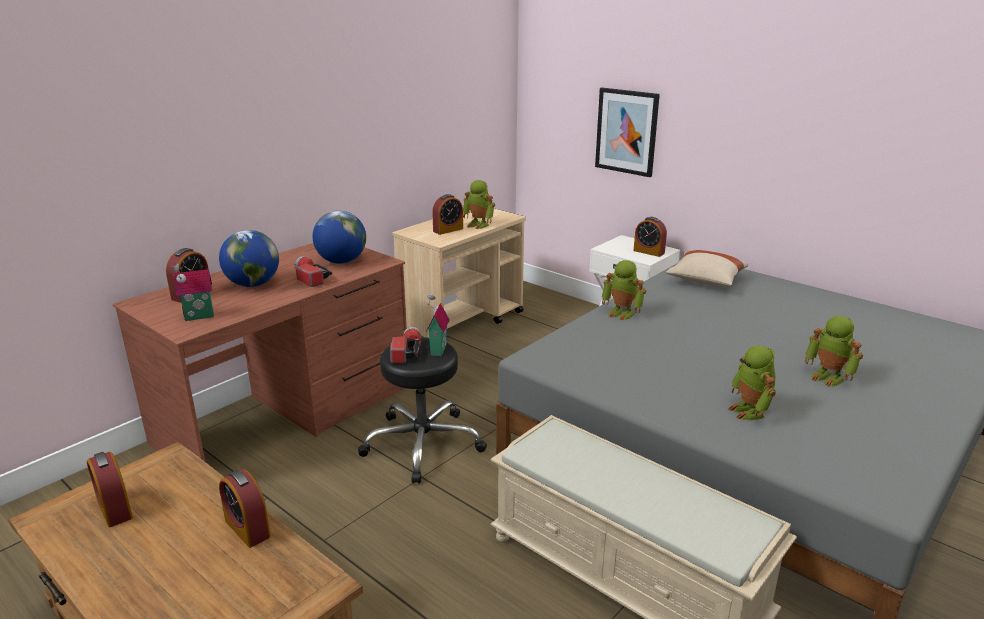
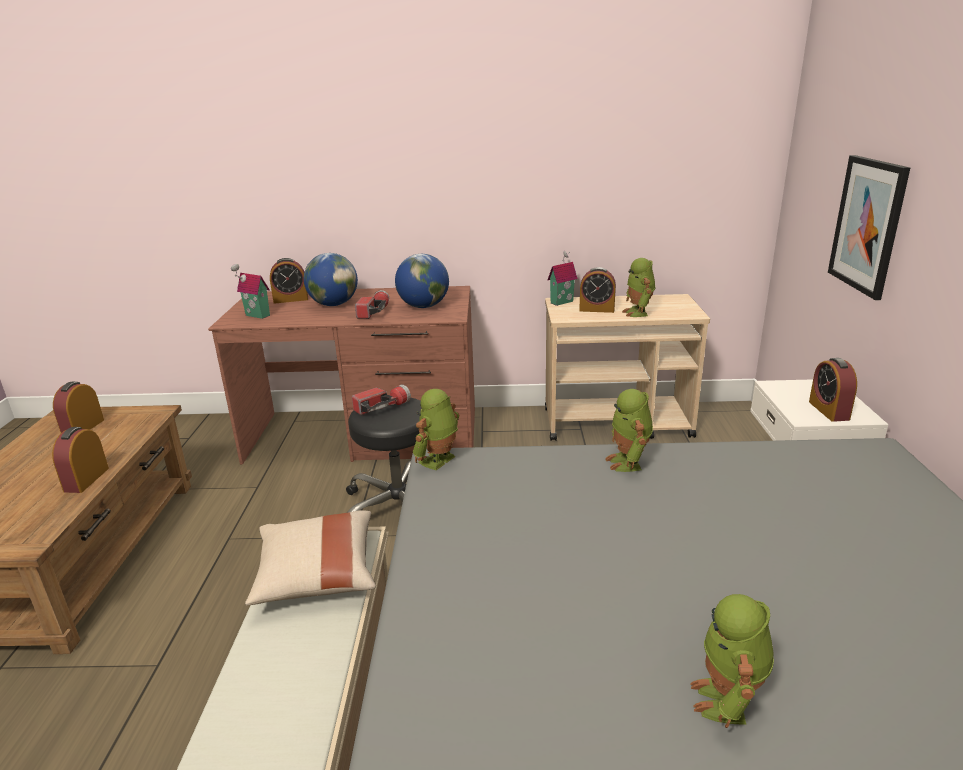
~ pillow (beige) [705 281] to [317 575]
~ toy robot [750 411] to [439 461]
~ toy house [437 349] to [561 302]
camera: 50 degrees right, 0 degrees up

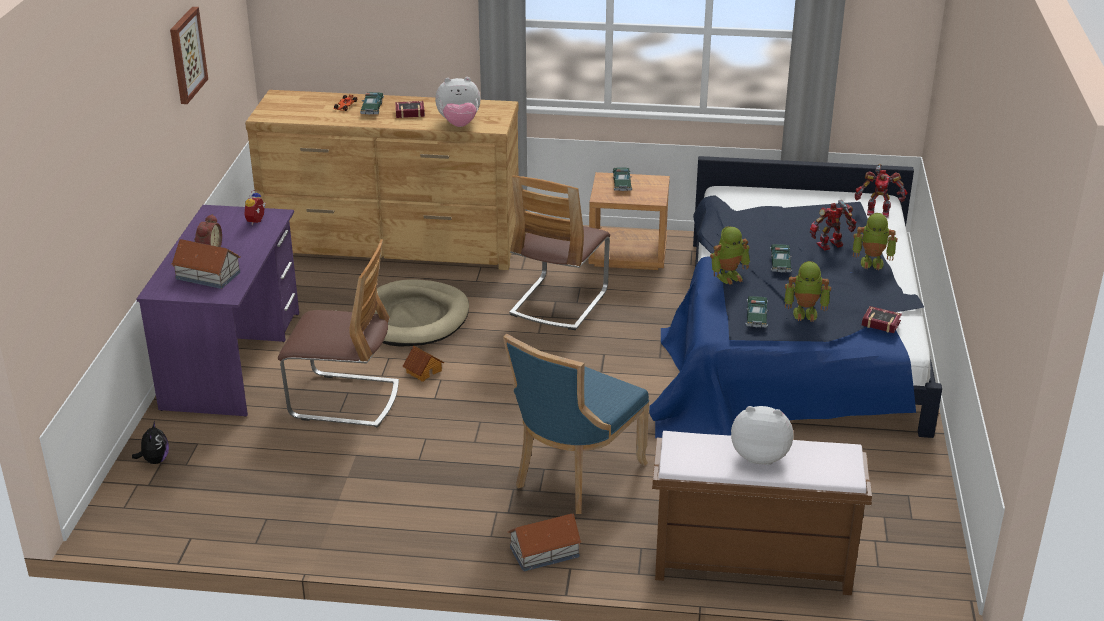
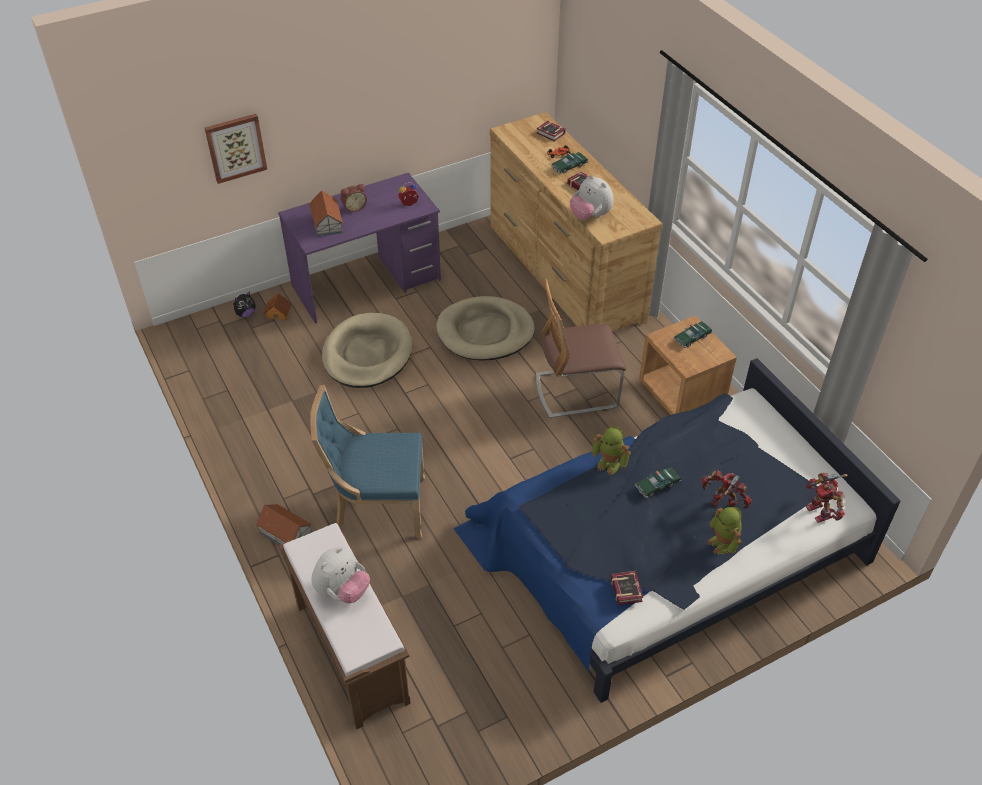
~ picture [186 55] to [235 147]
~ toy house [423 371] to [278 313]
~ plush toy [760 455] = [342 591] 60 degrees clockwise
~ chair [344 400] to dog bed (beige) [367 354]
+ book [551 134]
- toy car [756 317]
- toy robot [805 313]
camera: 55 degrees right, 15 degrees up

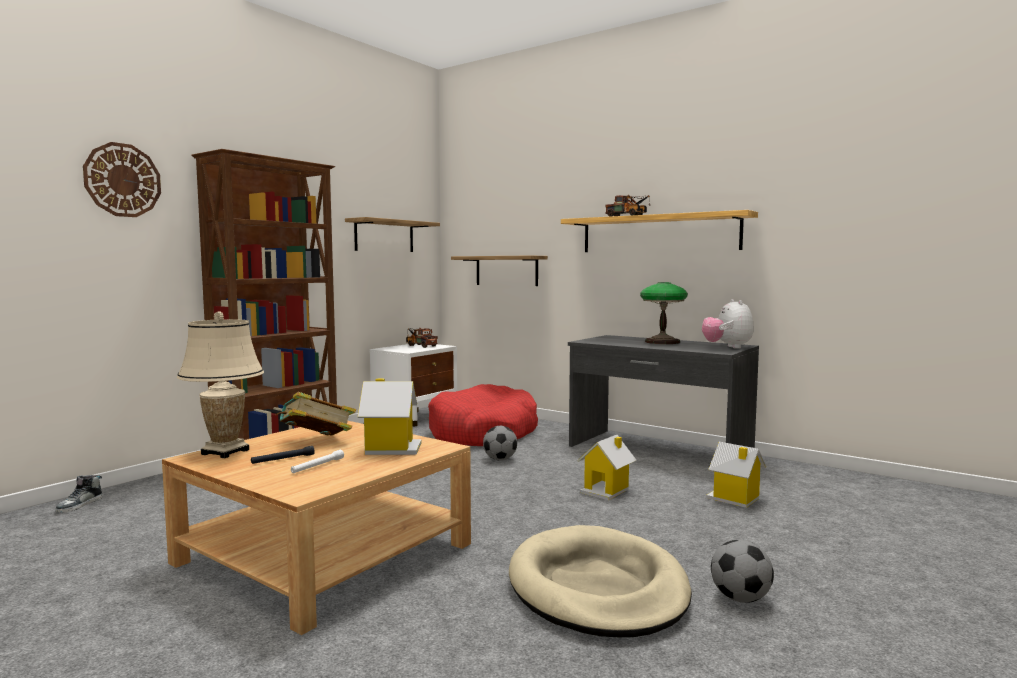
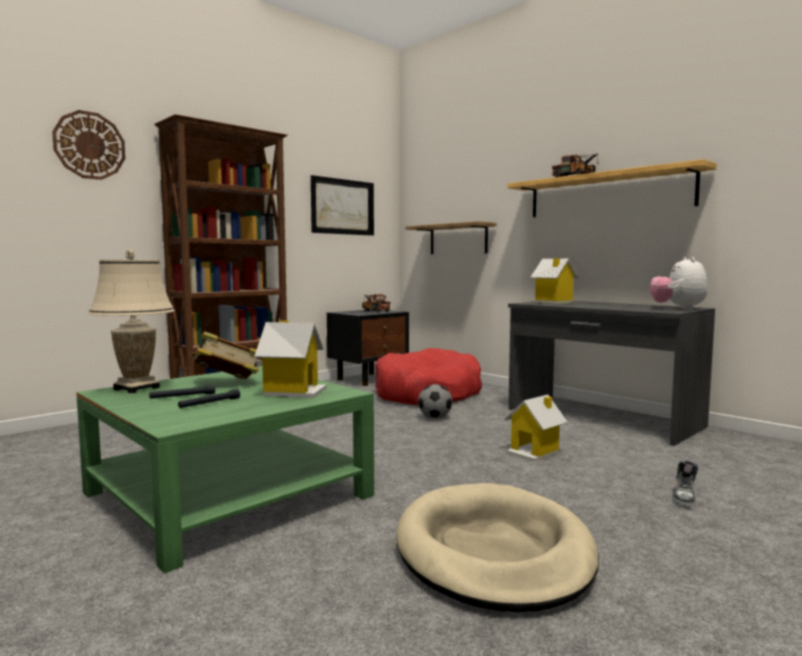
~ coffee table (beige) [324 553] to coffee table (green) [227 494]
~ flashlight (white) [317 466] to flashlight (black) [209 403]
~ shelf [384 236] to picture [342 207]
~ nightstand (white) [415 418] to nightstand (black) [369 379]
~ toy house [734 499] to [552 302]
~ shoe [80 505] to [684 497]
- table lamp [662 342]
- football [741 598]
camera: 10 degrees right, 0 degrees up

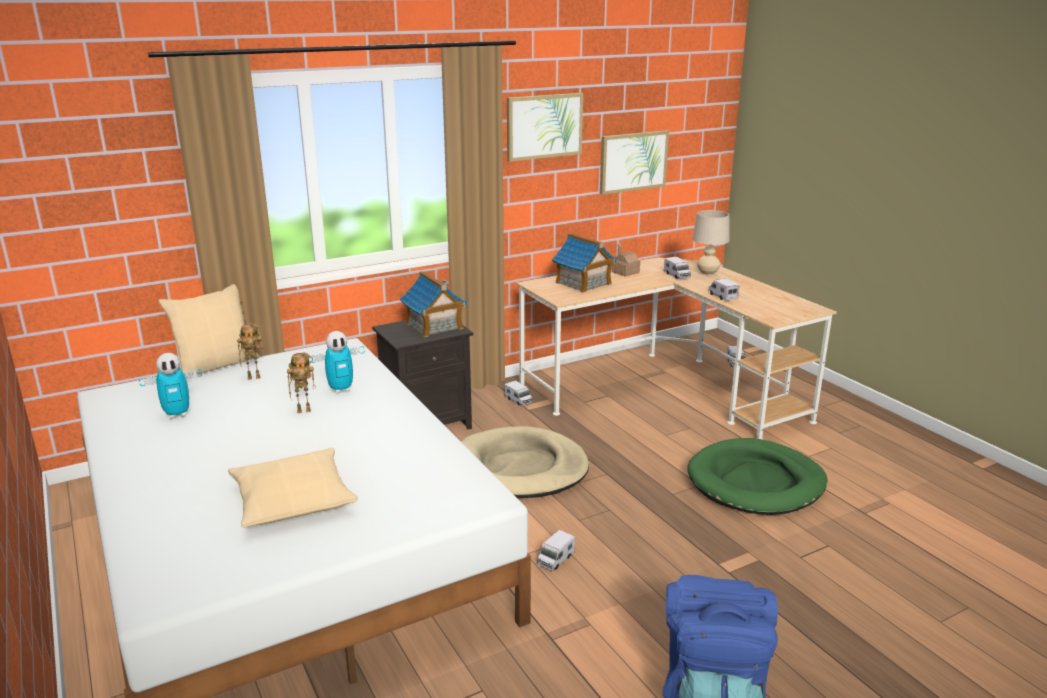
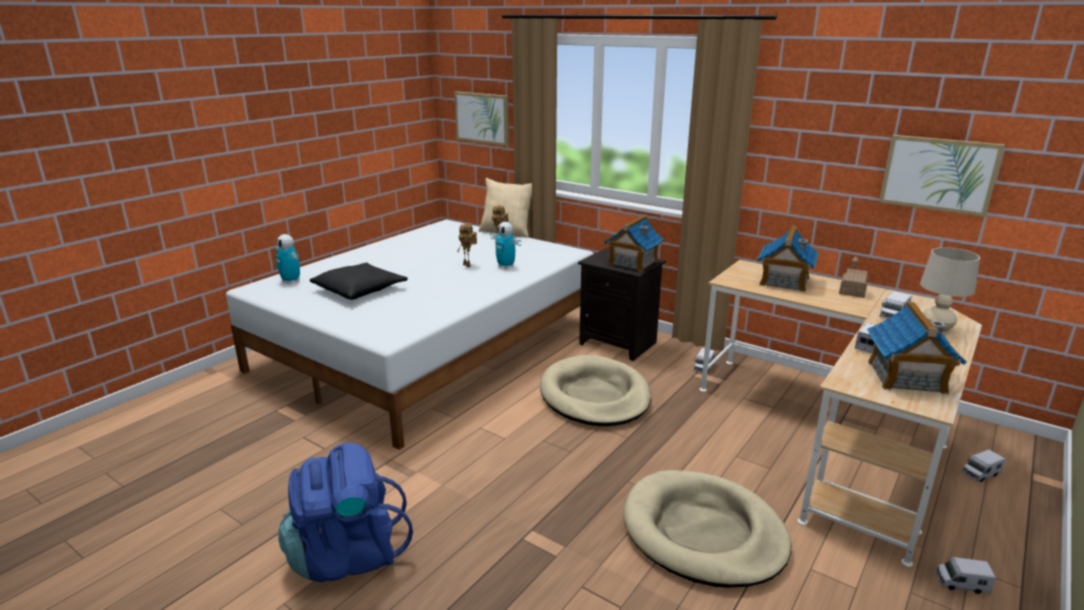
~ toy robot [177 414] to [291 281]
~ pillow (beige) [293 499] to pillow (black) [360 289]
~ picture [544 126] to [482 118]
~ dog bed (green) [756 482] to dog bed (beige) [703 533]
+ toy house [906 377]
~ toy truck [555 559] to [961 584]
camera: 65 degrees right, 0 degrees up

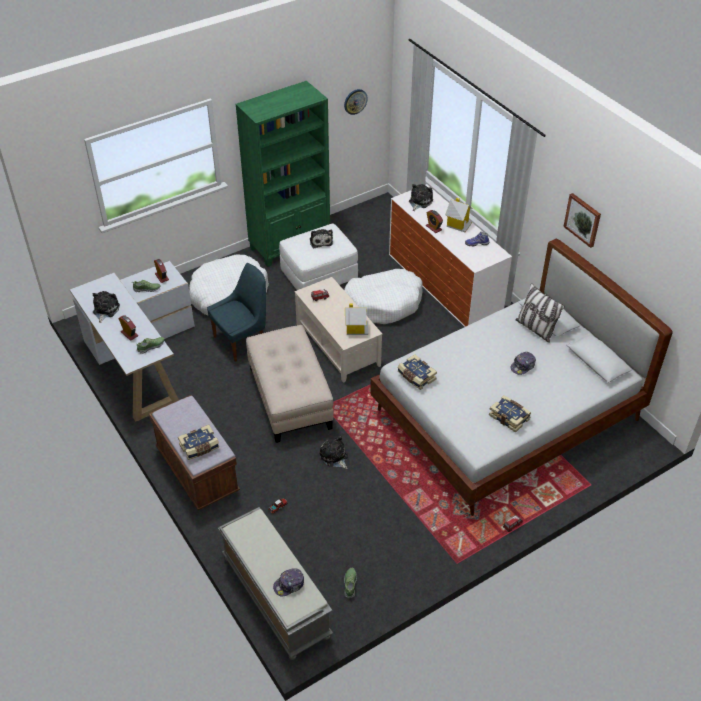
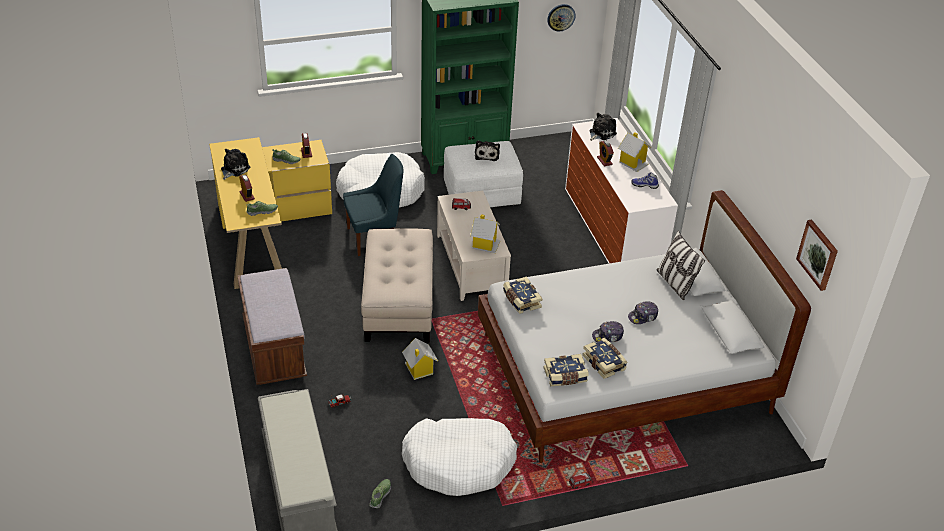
~ desk (white) [140 359] to desk (yellow) [265 232]
~ plush toy [334 457] to toy house [419 370]
~ dog bed (white) [383 303] to [459 463]
~ book [199 447] to [565 376]
~ cap [289 585] to [608 336]
~ picture [583 219] to [818 254]
camera: 15 degrees right, 5 degrees down

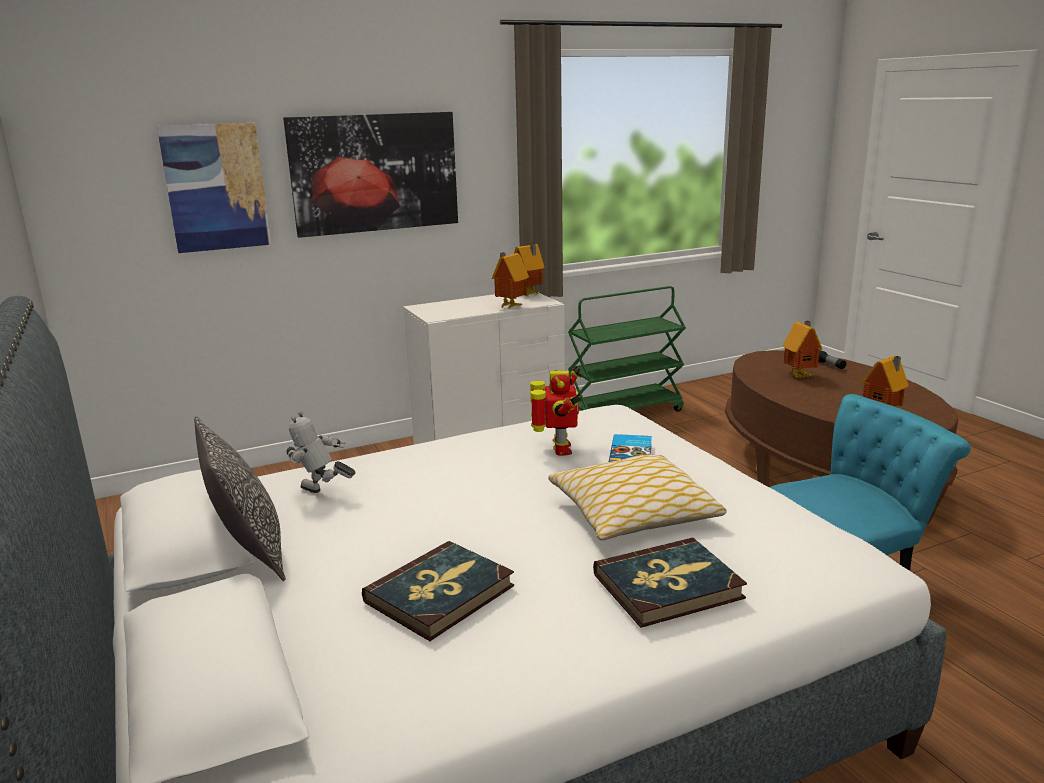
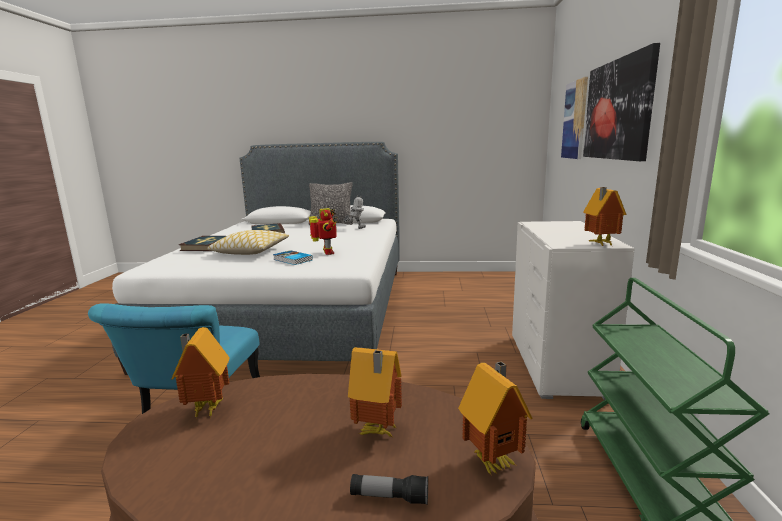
~ toy robot [559 449] = [327 253] 135 degrees counterclockwise
~ toy house [509 307] to [494 461]
camera: 120 degrees right, 5 degrees down

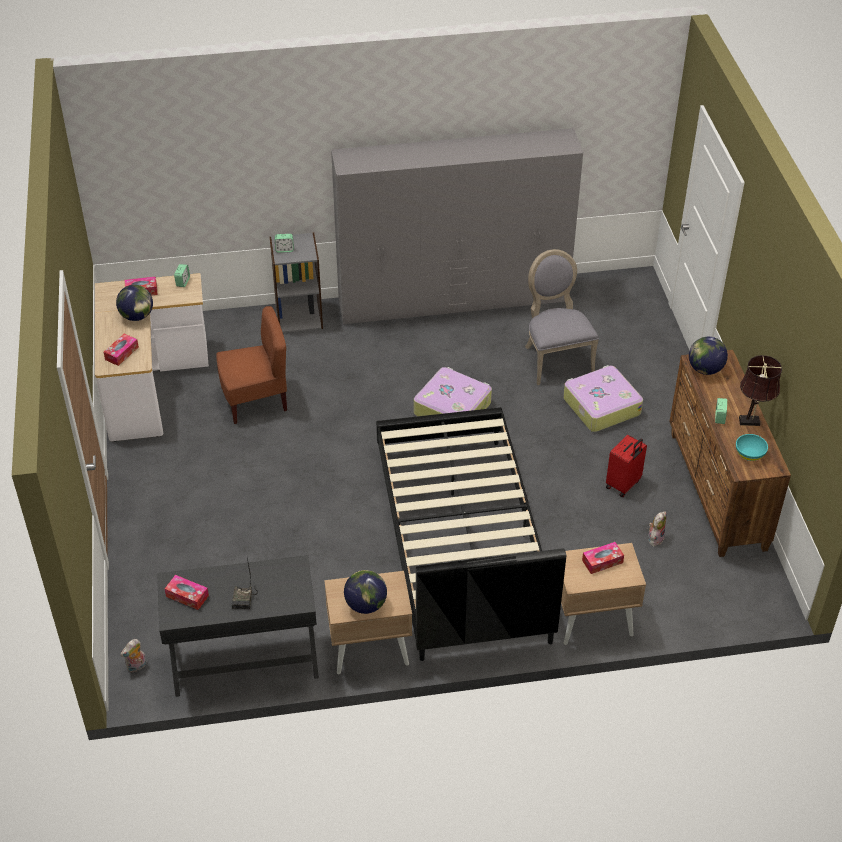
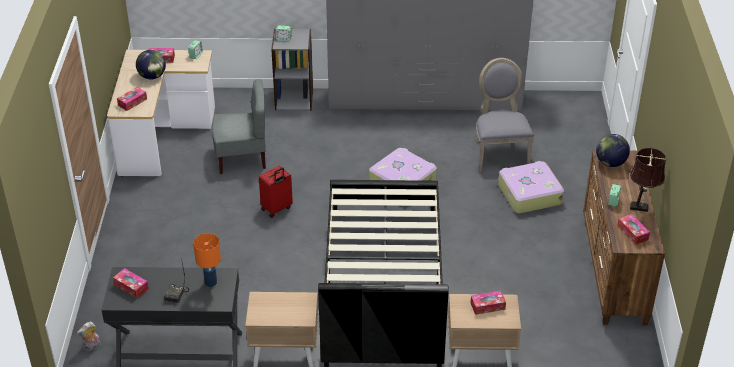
+ table lamp (orange) [210 282]
~ chair (brown) [255 400] to chair (grey) [242 158]
~ suitcase (red) [623 485] to [277 209]
~ bowl (turquoise) [749 454] to tissue box [632 233]
- globe [365 605]
- plush toy [655 538]
camera: 10 degrees right, 5 degrees down

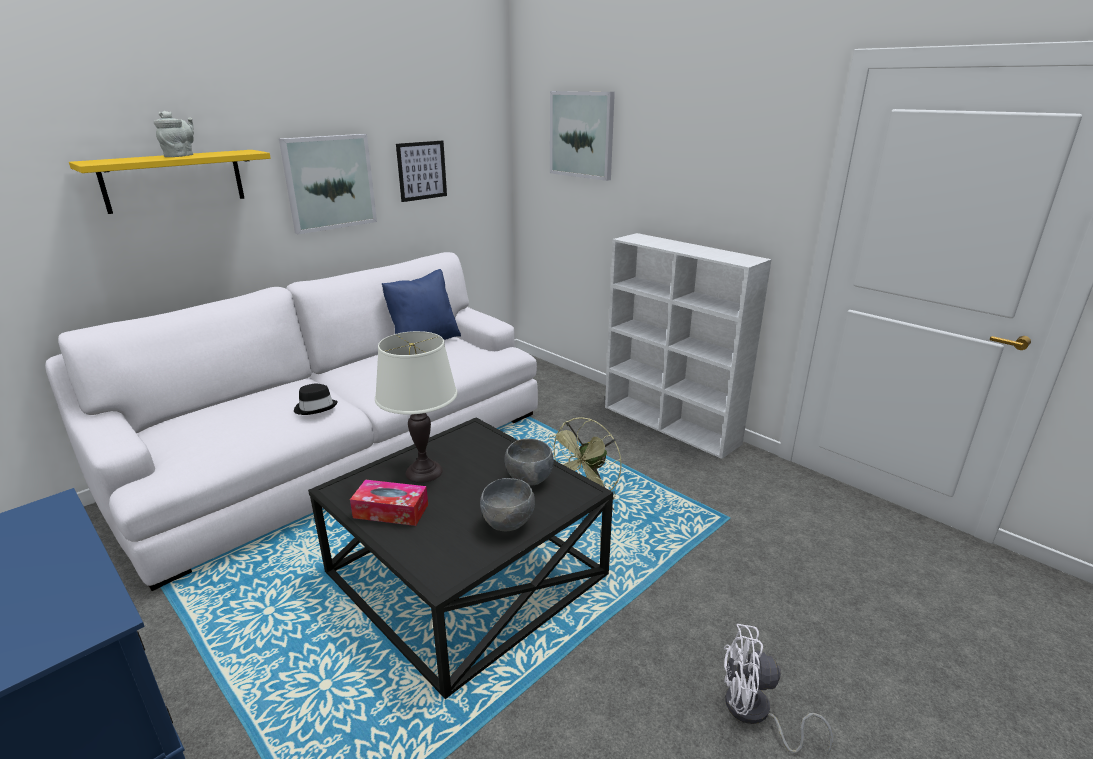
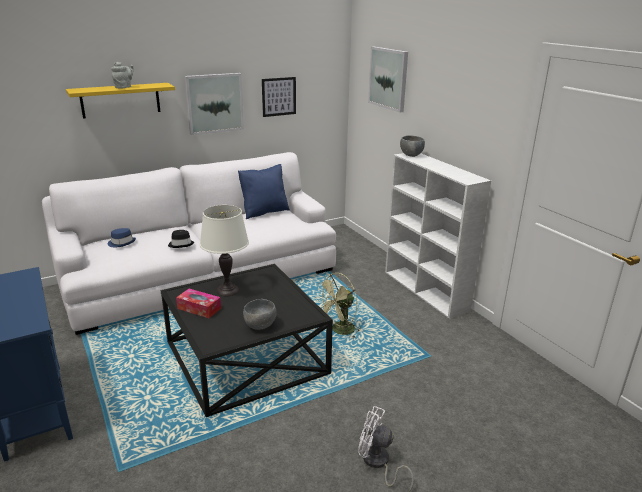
+ hat (blue) [121 243]
~ bowl (grey) [529 480] to [411 155]
camera: 15 degrees right, 0 degrees up

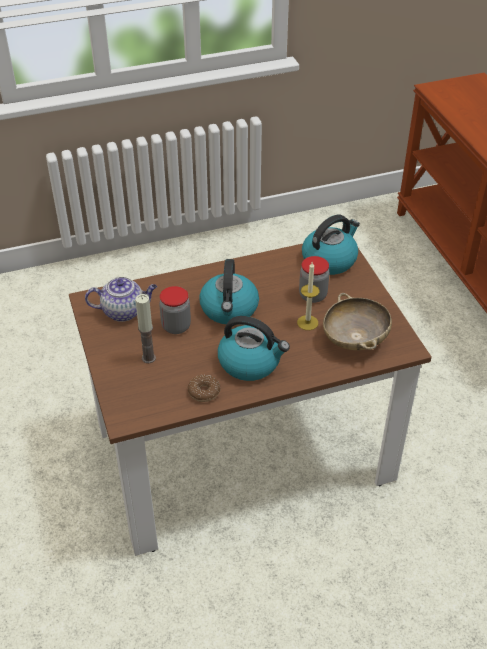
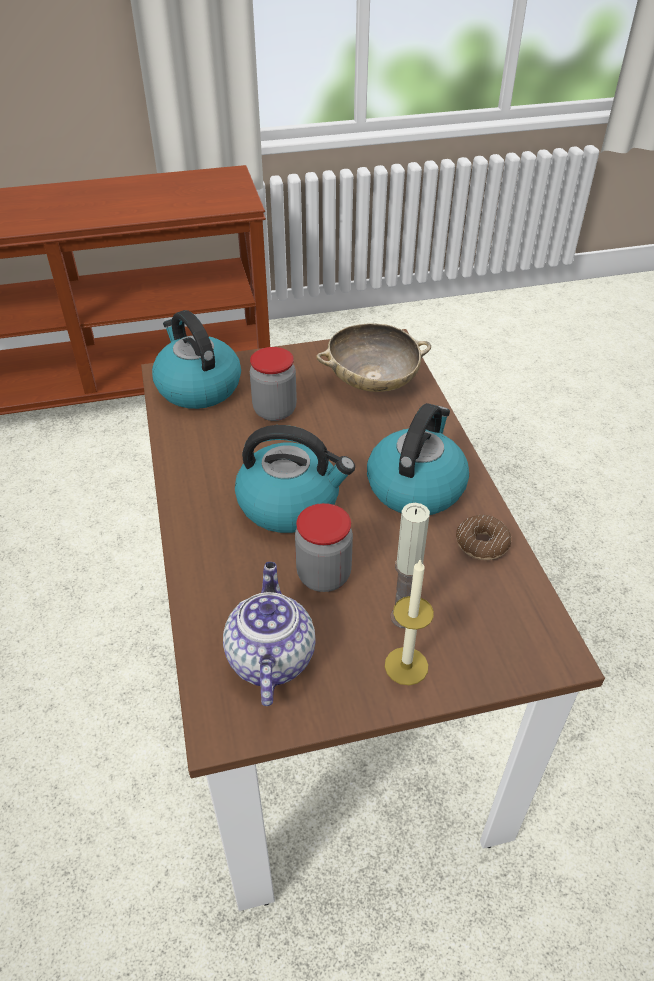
~ candle [307 322] to [406 666]
camera: 85 degrees left, 0 degrees up

